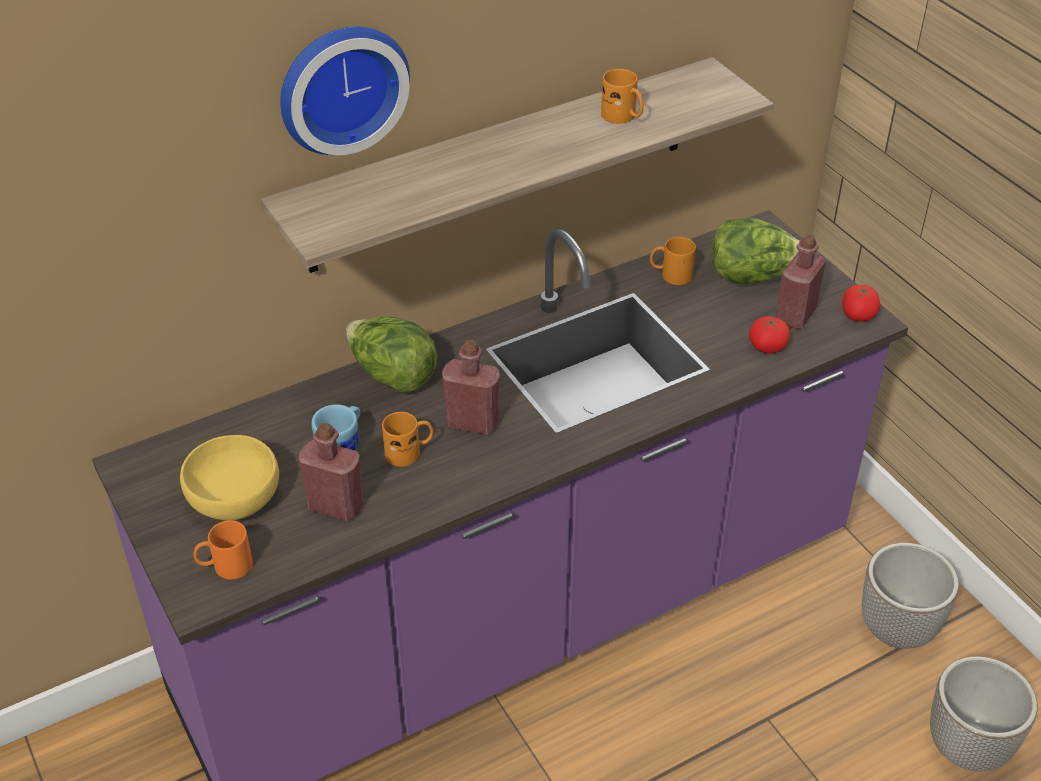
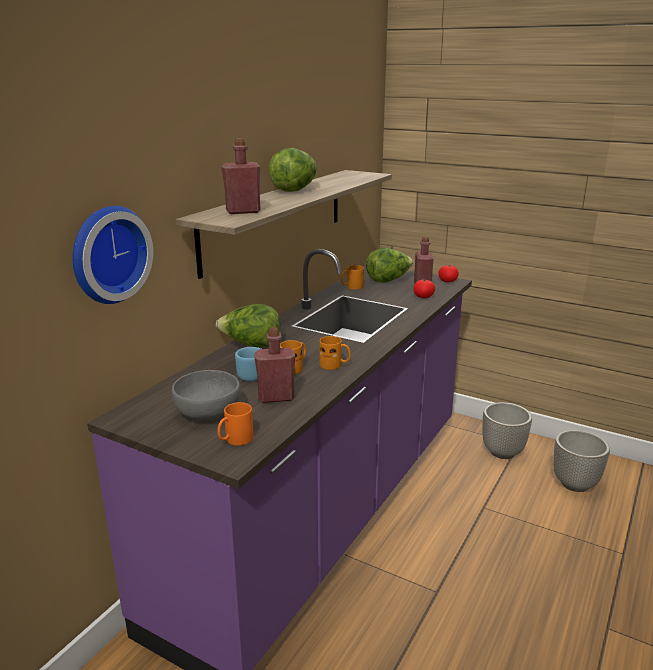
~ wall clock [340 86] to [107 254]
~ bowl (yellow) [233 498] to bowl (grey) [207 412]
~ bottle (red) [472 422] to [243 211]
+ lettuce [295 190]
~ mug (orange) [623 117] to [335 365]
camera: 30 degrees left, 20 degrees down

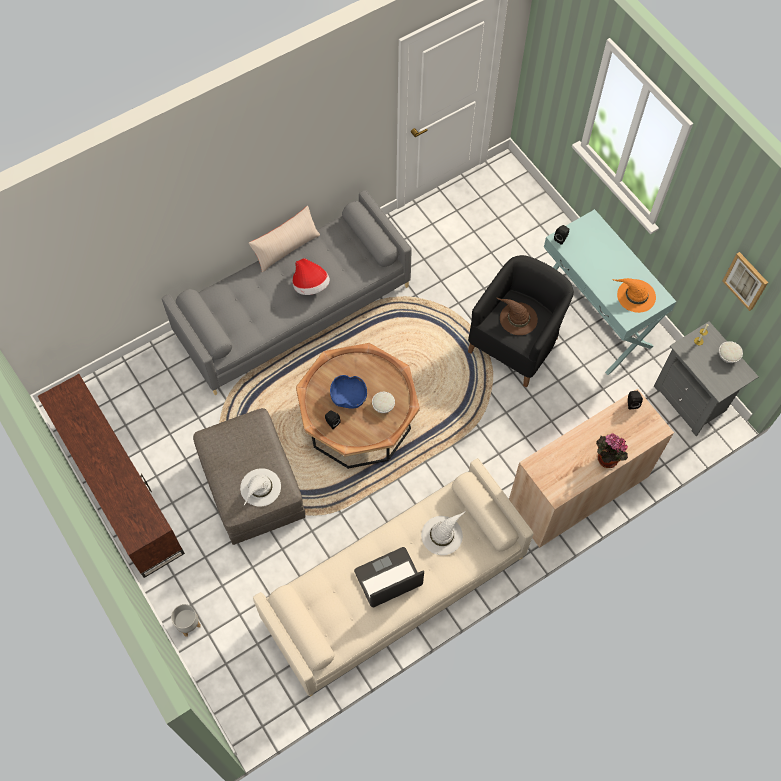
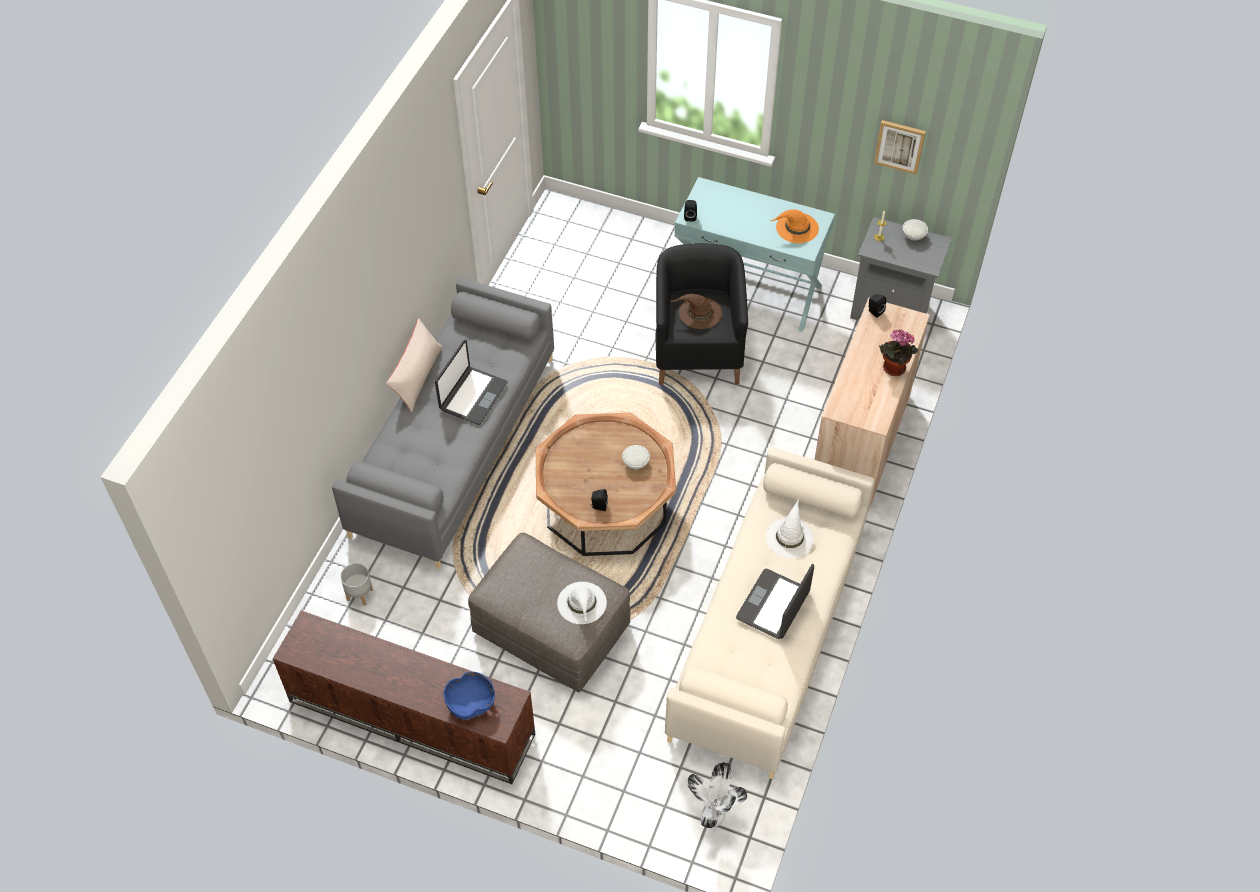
~ planter (grey) [189 624] to [360 594]
~ hat [311 285] to laptop [472 396]
~ bowl (blue) [349 397] to [470 703]
+ potted plant [711 820]
camera: 35 degrees left, 10 degrees down

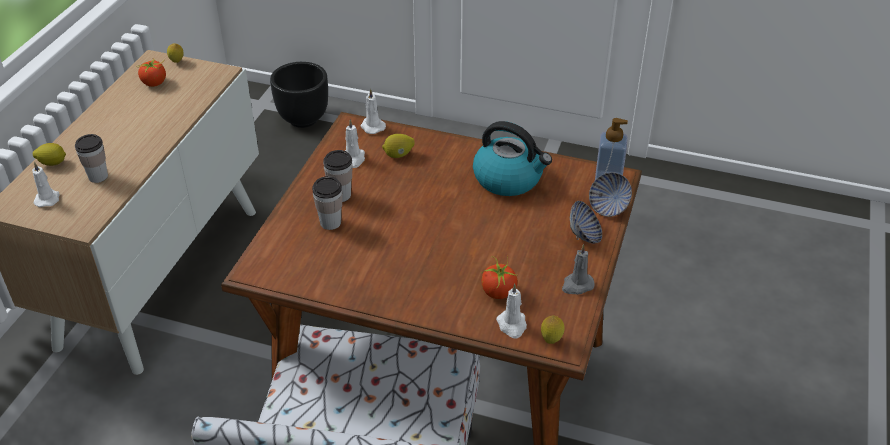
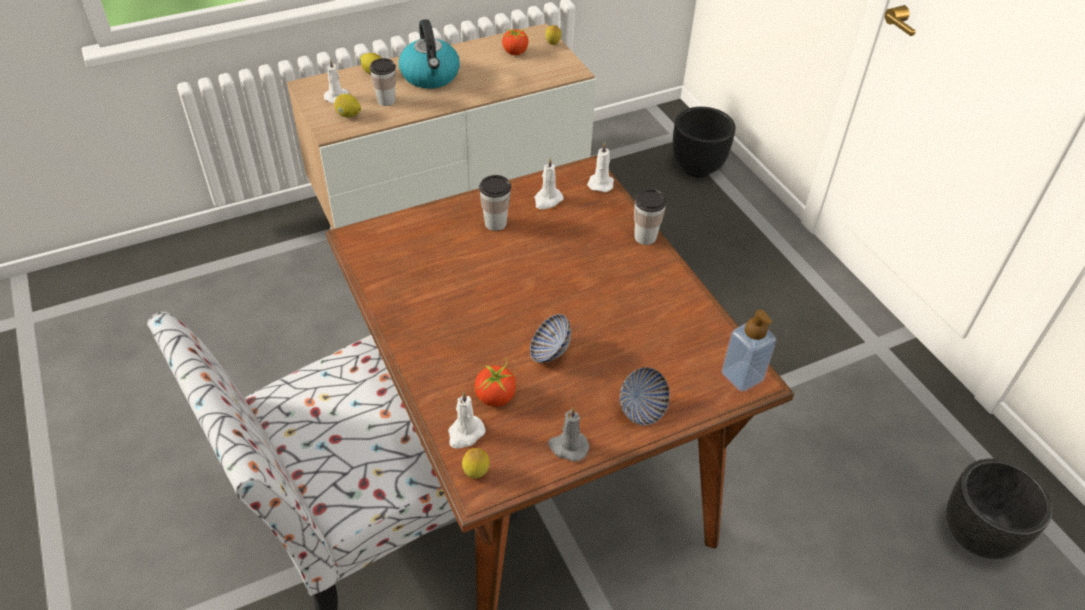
~ lemon [398 155] to [348 115]
~ kettle [509 179] to [430 76]
~ bowl [608 207] to [549 352]
~ cup [330 222] to [645 237]
+ planter (black) [975 536]
camera: 45 degrees right, 5 degrees up

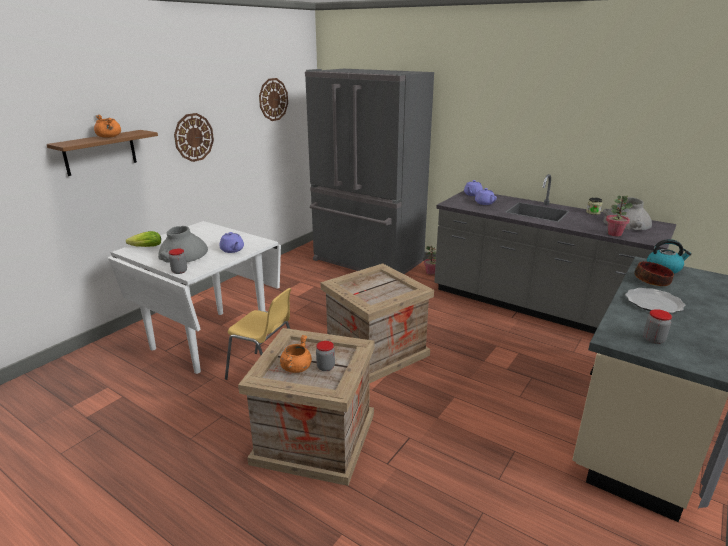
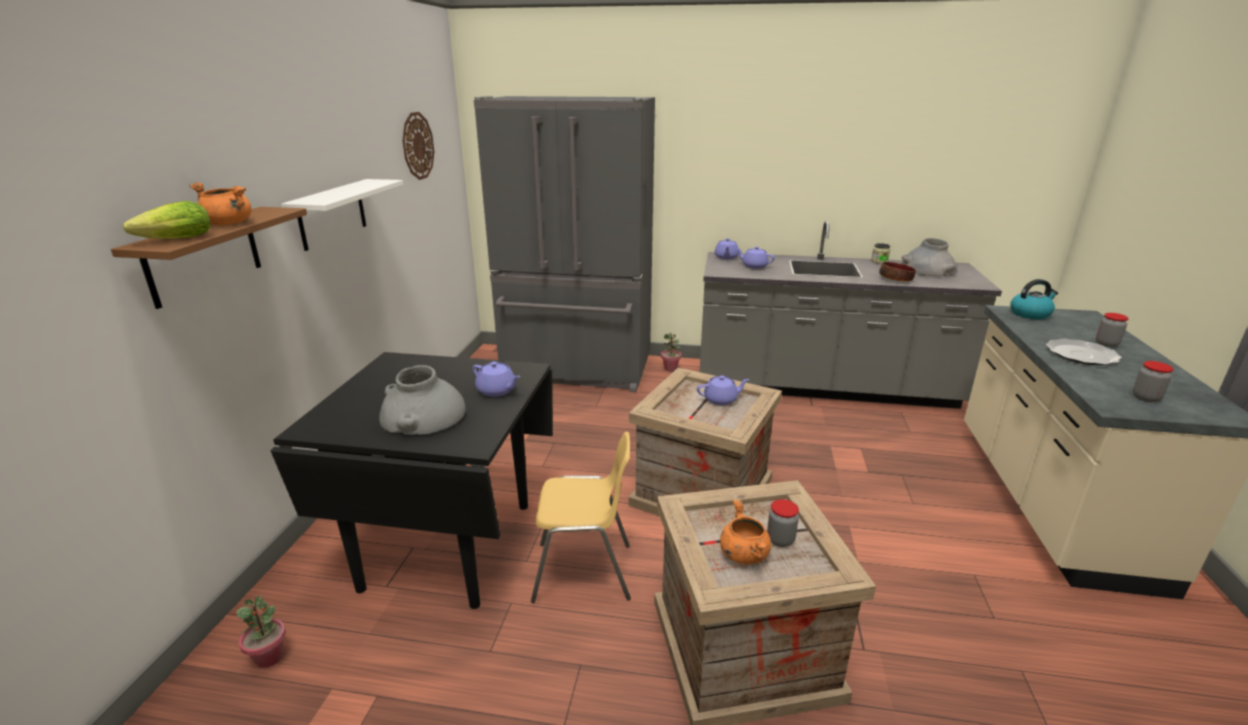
~ lettuce [144 247] to [172 240]
~ potted plant [614 234] to [269 657]
~ dining table (white) [209 339] to dining table (black) [447 544]
~ wall clock [193 137] to shelf (white) [332 214]
+ teapot (purple) [721 400]
~ bowl [652 281] to [896 279]
~ jar [179 271] to [1106 343]
camera: 25 degrees left, 0 degrees up

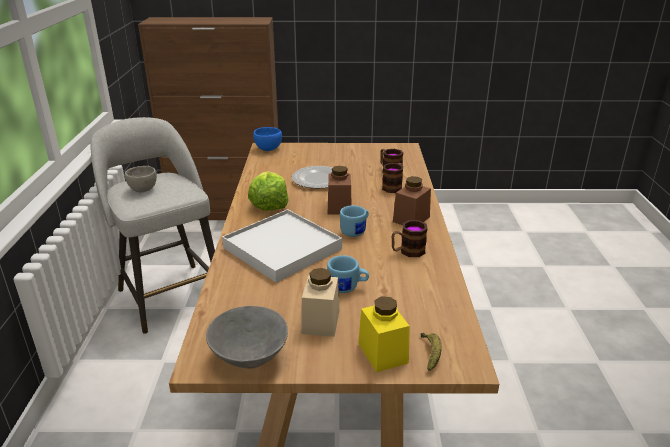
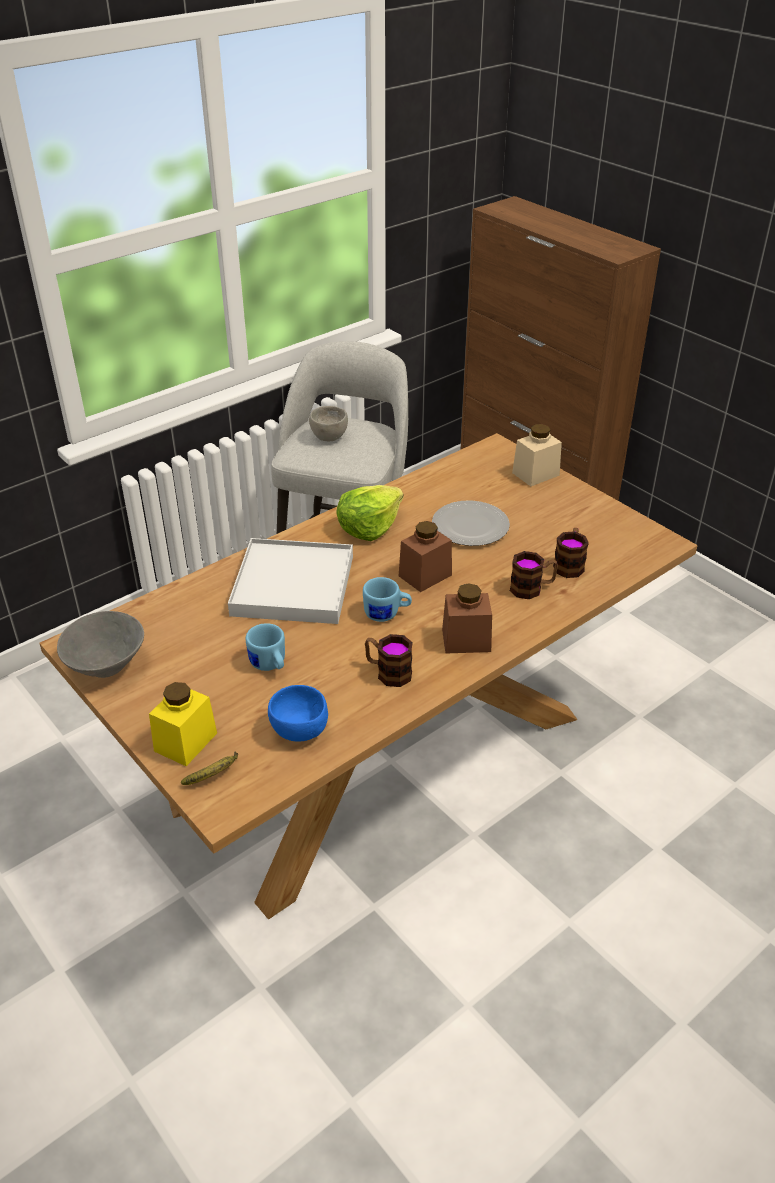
~ bowl (blue) [269 149] to [300 732]
~ jar (beige) [320 322] to [535 474]
camera: 50 degrees right, 10 degrees up

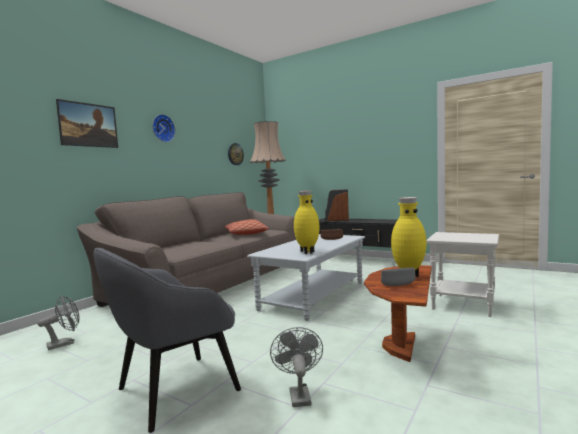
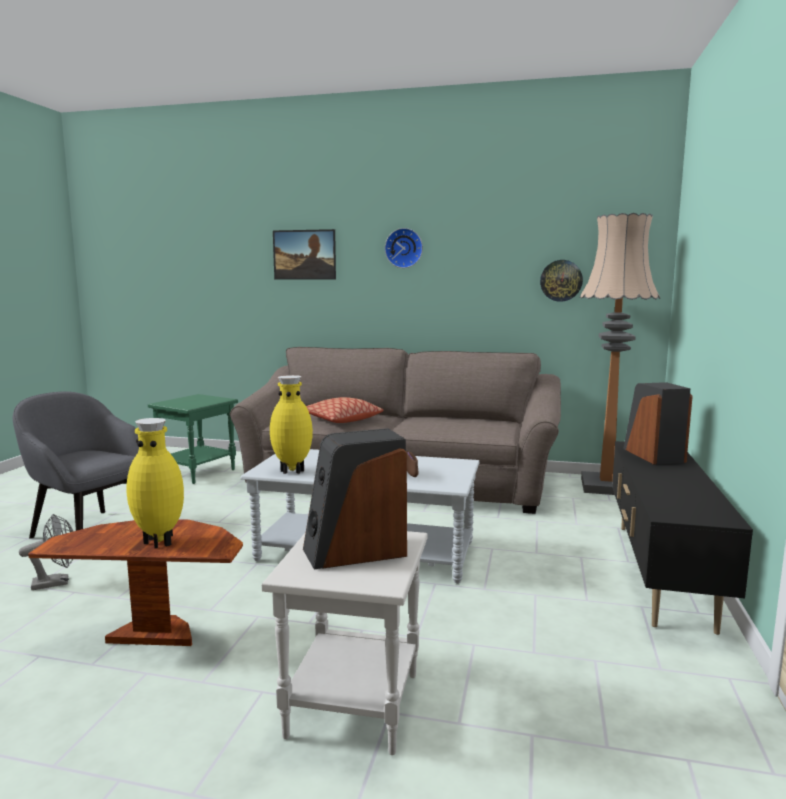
~ fan (grey) [65 343] to side table (green) [197 472]
+ speaker [355 551]
~ pillow [246 234] to [341 419]
- bowl (grey) [398 285]
camera: 70 degrees right, 5 degrees up

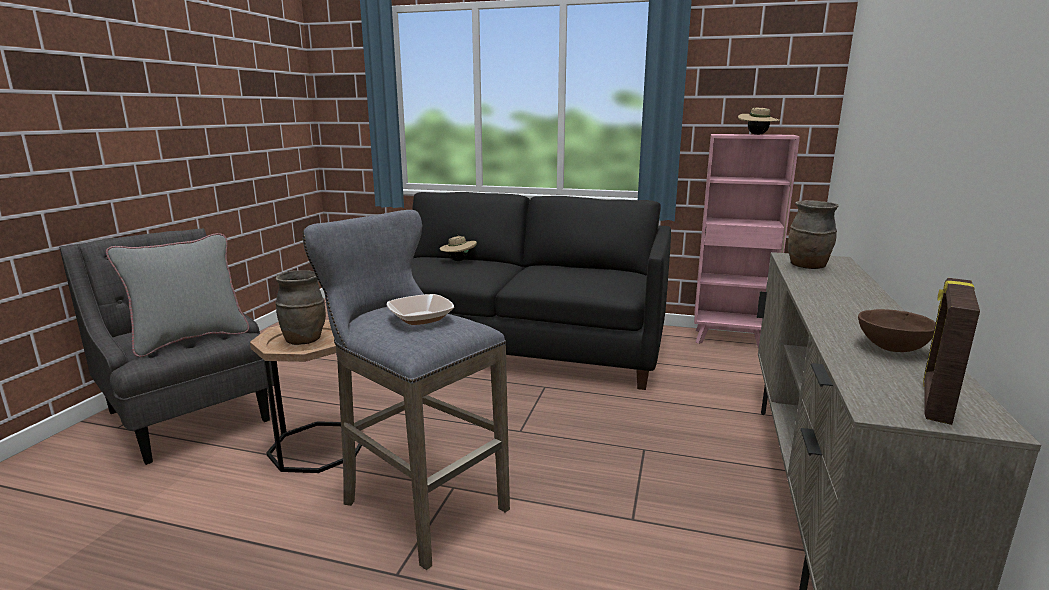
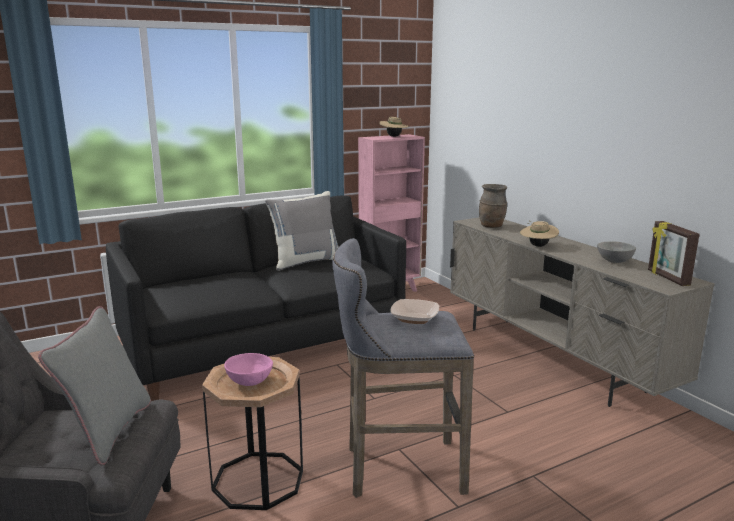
~ vase (brown) [304 340] to bowl (pink) [250 381]
+ pillow (grey) [306 261]
~ hat (beige) [458 260] to [538 246]
~ bowl (brown) [890 349] to bowl (grey) [614 261]
camera: 45 degrees left, 0 degrees up

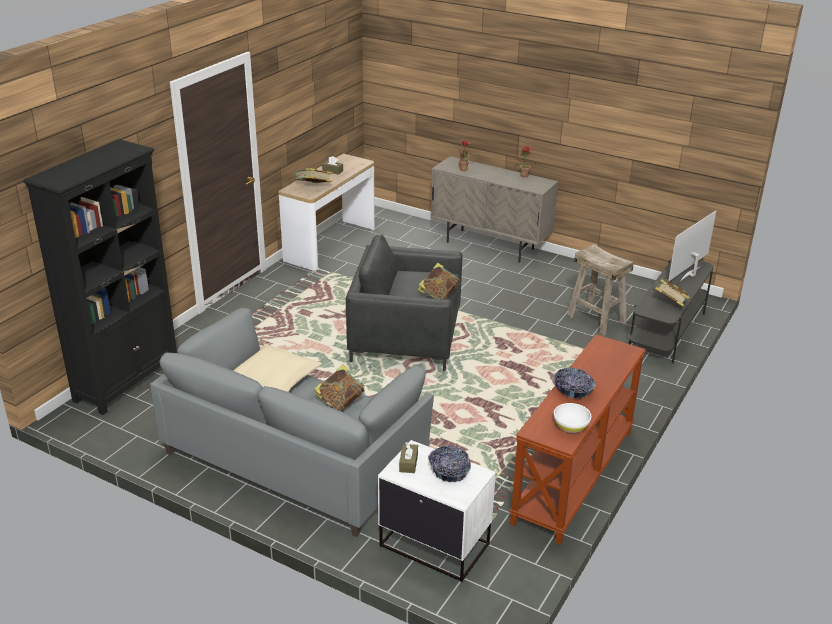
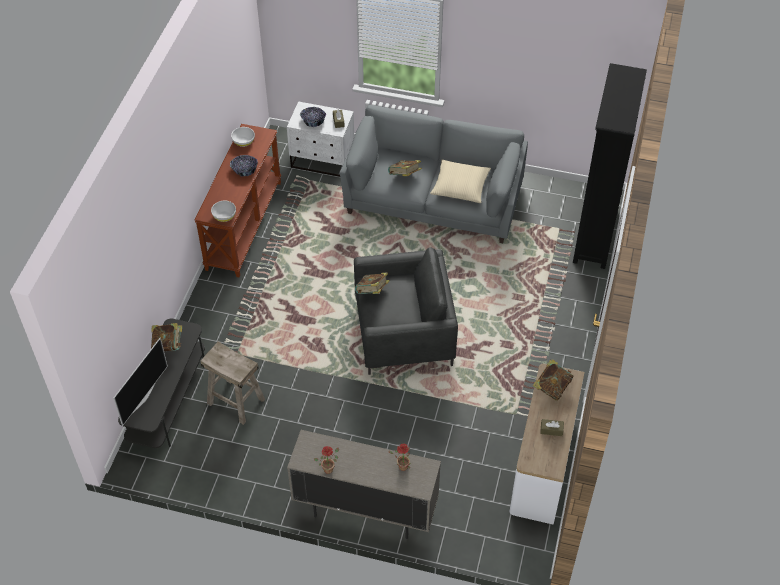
+ bowl (white) [224 216]
camera: 165 degrees right, 20 degrees up

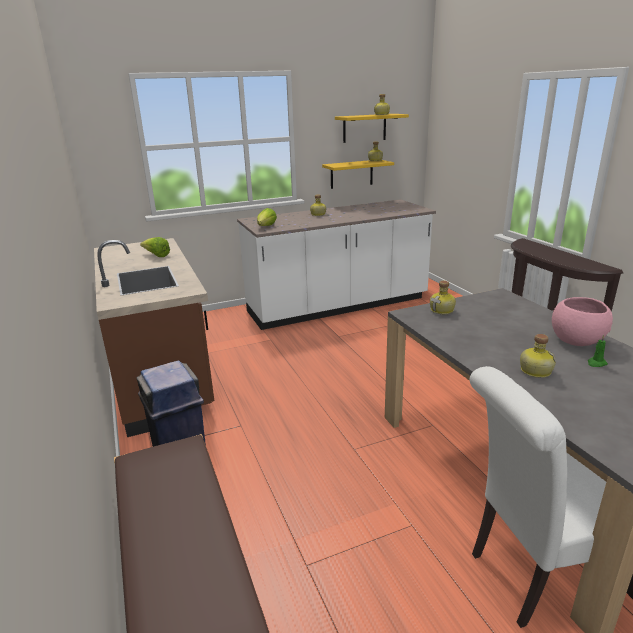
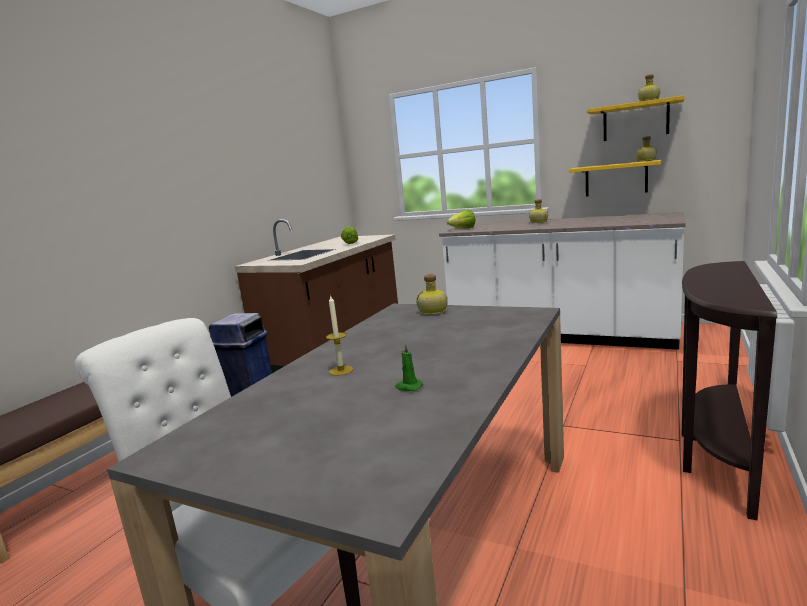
~ bottle [534 370] to candle [341 370]
- bowl (pink) [576 340]
camera: 50 degrees right, 10 degrees down

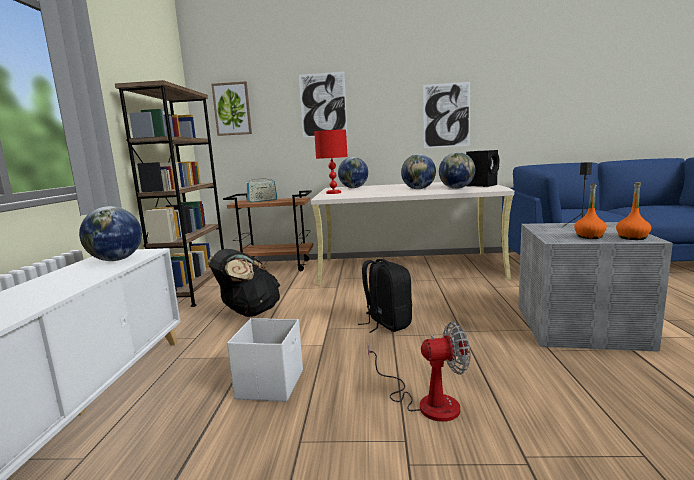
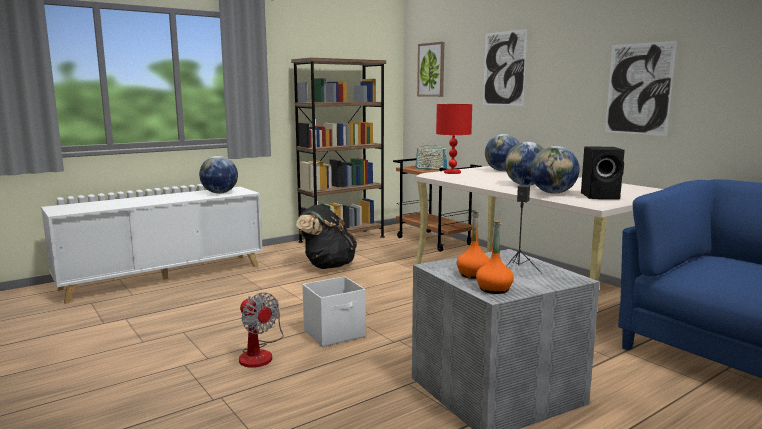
~ storage box (white) [271 384] to [335 333]
- backpack (black) [386 324]
camera: 50 degrees right, 0 degrees up

